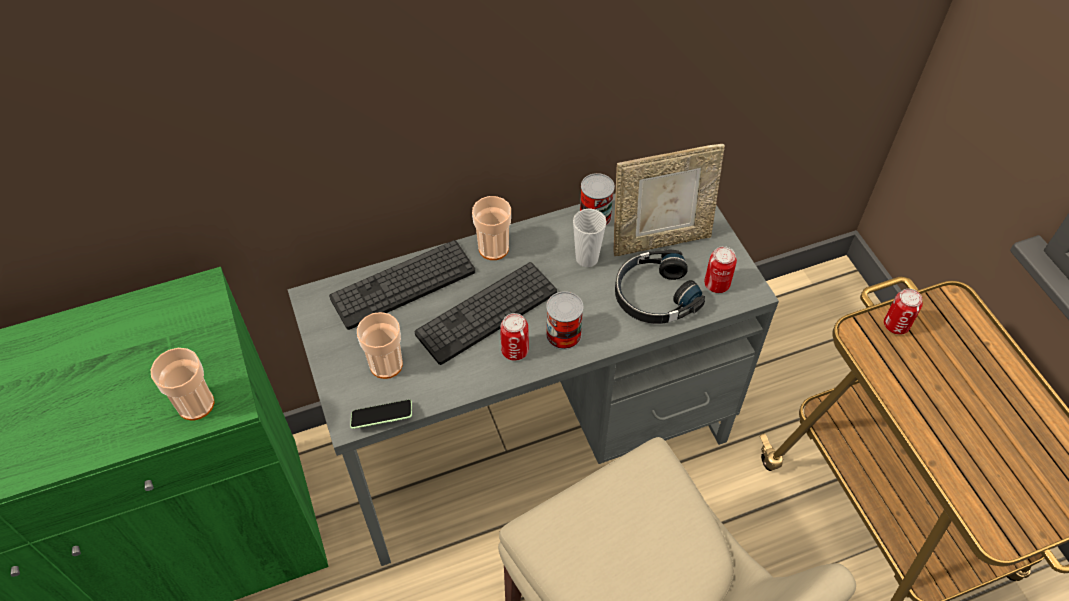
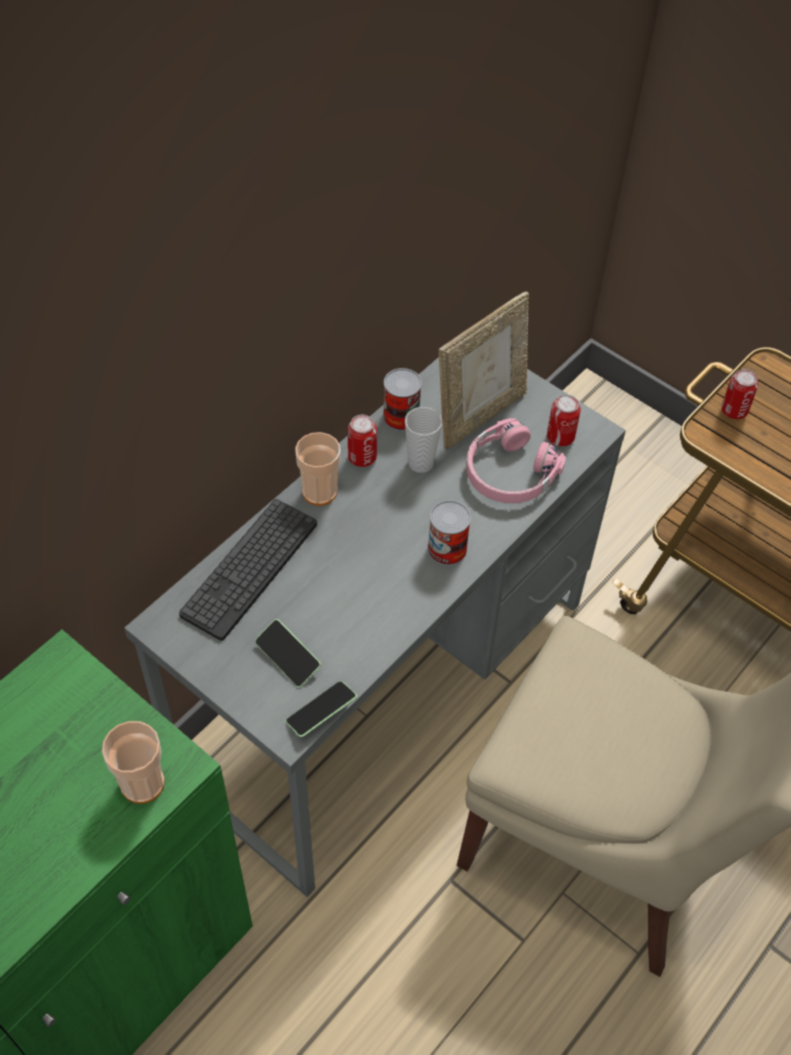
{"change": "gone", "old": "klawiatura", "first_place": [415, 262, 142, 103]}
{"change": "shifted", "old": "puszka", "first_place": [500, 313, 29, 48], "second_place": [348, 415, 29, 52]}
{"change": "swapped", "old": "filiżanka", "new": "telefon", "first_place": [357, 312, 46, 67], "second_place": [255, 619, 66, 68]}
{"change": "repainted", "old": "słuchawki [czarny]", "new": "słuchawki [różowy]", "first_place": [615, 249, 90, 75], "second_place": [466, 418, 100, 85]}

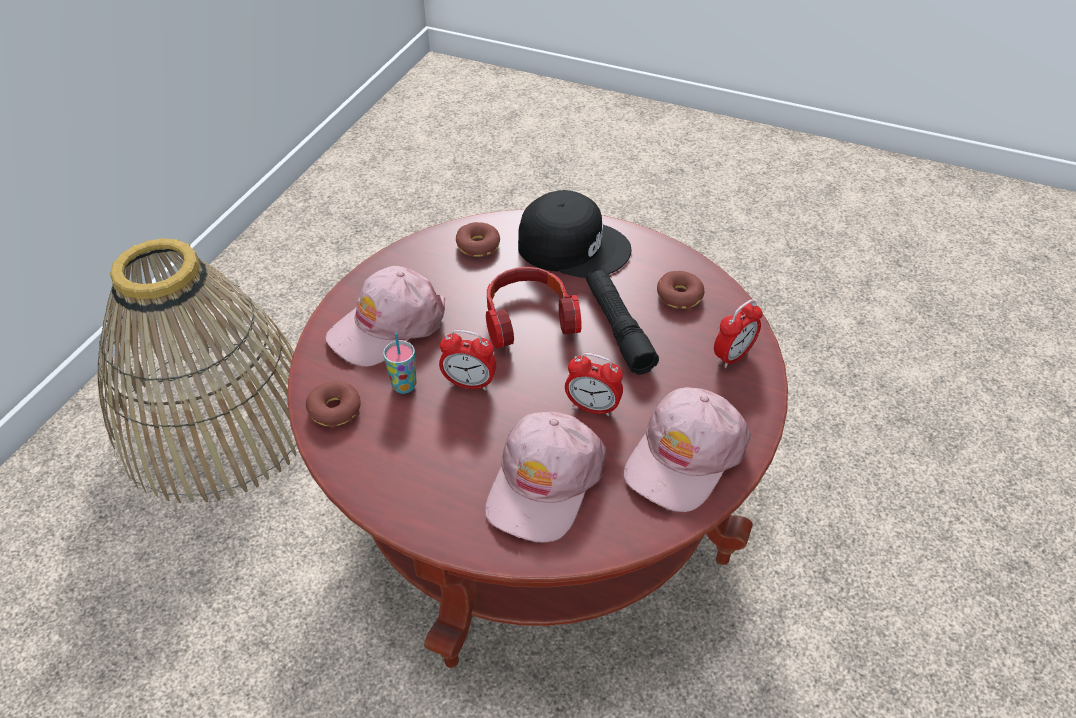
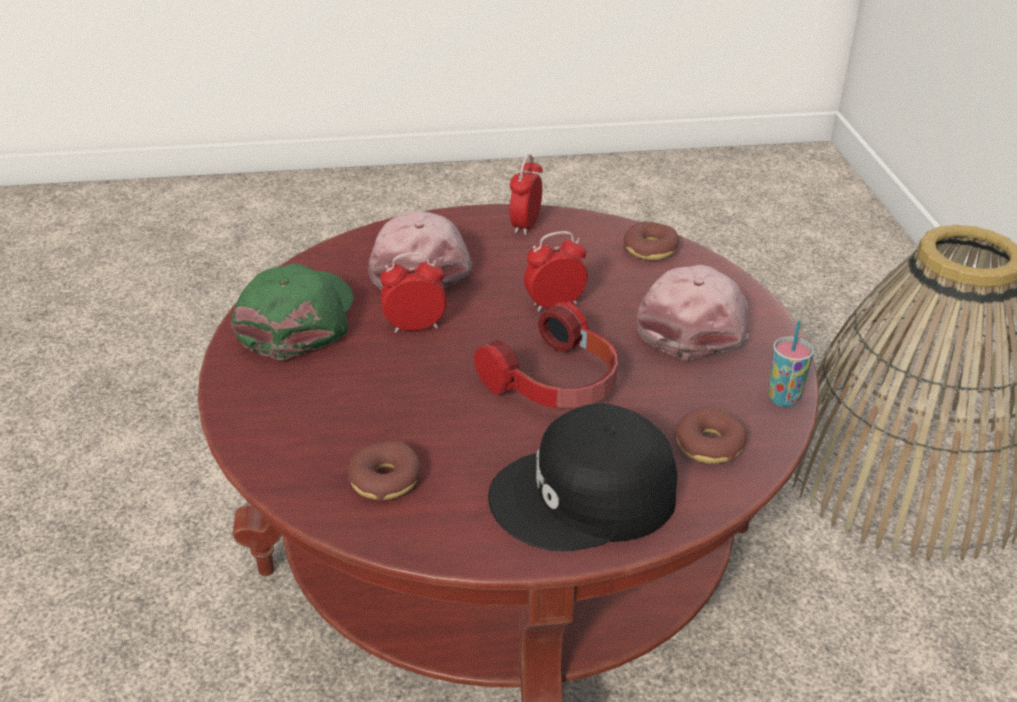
{"change": "gone", "old": "latarka [czarny]", "first_place": [586, 269, 73, 106]}
{"change": "shifted", "old": "filiżanka", "first_place": [383, 333, 34, 61], "second_place": [768, 321, 46, 86]}
{"change": "shifted", "old": "budzik", "first_place": [714, 299, 49, 69], "second_place": [510, 154, 33, 81]}
{"change": "repainted", "old": "czapka z daszkiem [różowy]", "new": "czapka z daszkiem [zielony]", "first_place": [624, 387, 127, 125], "second_place": [231, 263, 122, 98]}

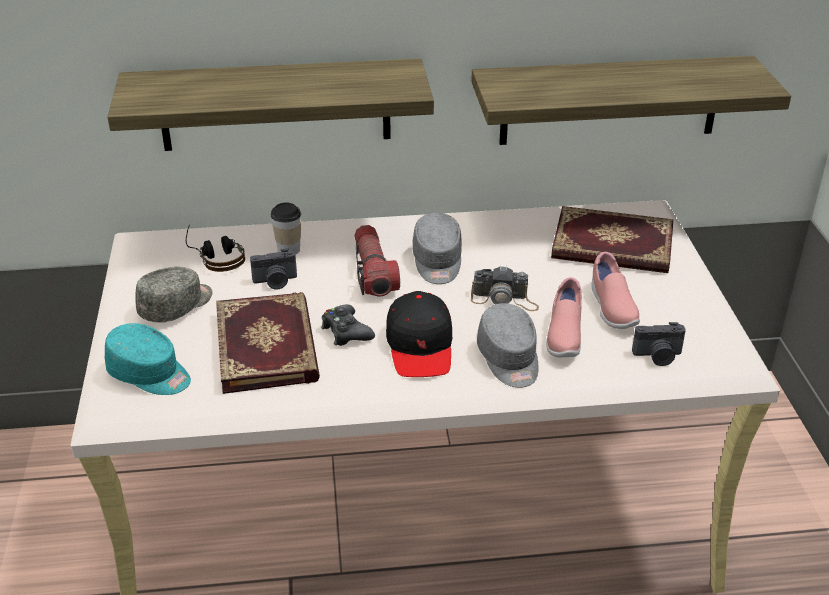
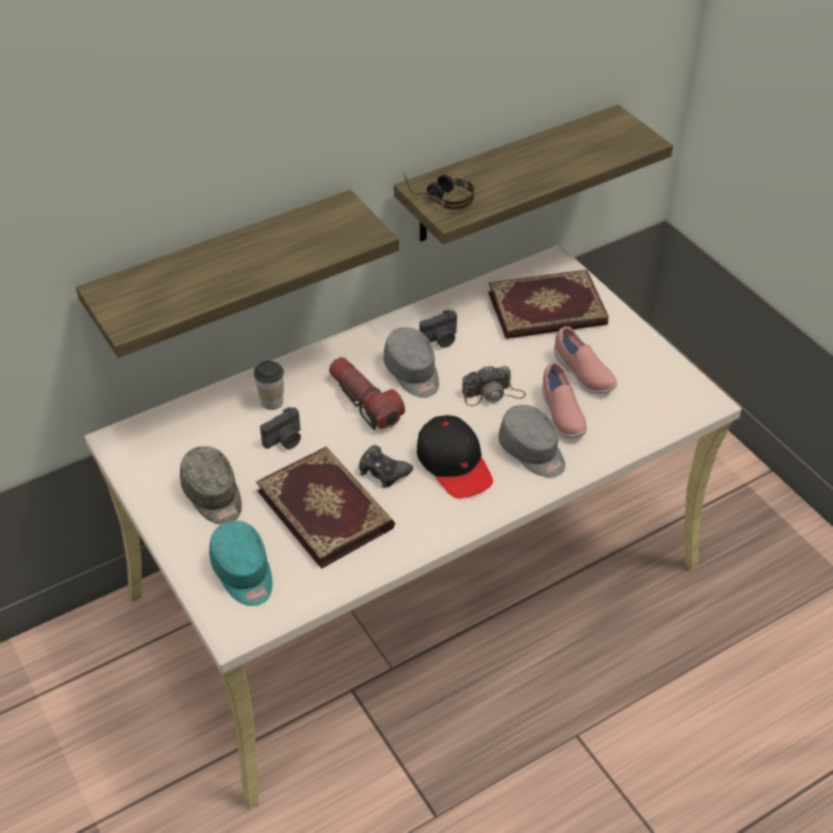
{"change": "shifted", "old": "słuchawki", "first_place": [186, 225, 59, 47], "second_place": [404, 173, 70, 37]}
{"change": "shifted", "old": "aparat fotograficzny", "first_place": [632, 322, 54, 44], "second_place": [419, 309, 38, 39]}
{"change": "rotated", "old": "czapka z daszkiem [turkusowy]", "first_place": [105, 323, 86, 72], "second_place": [209, 520, 63, 86], "degrees": 60}
{"change": "rotated", "old": "czapka z daszkiem [szary]", "first_place": [135, 267, 77, 56], "second_place": [180, 446, 62, 78], "degrees": 135}

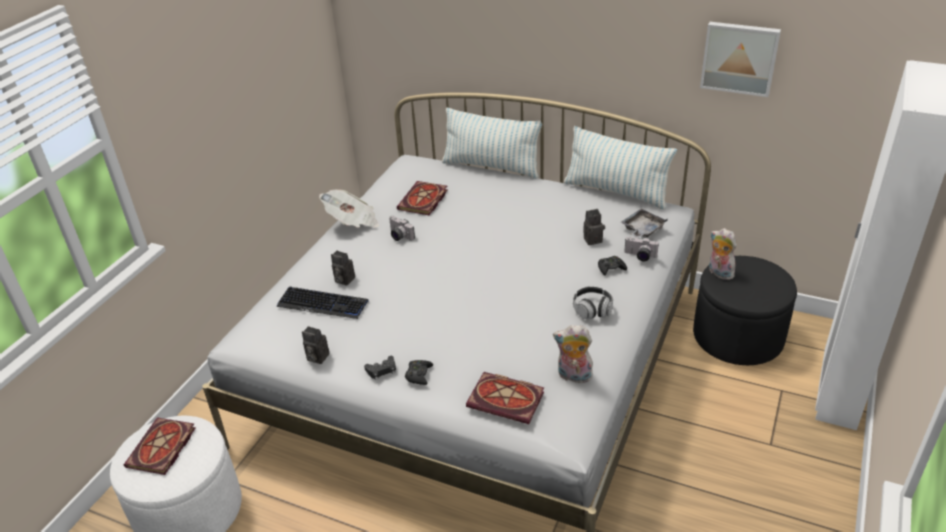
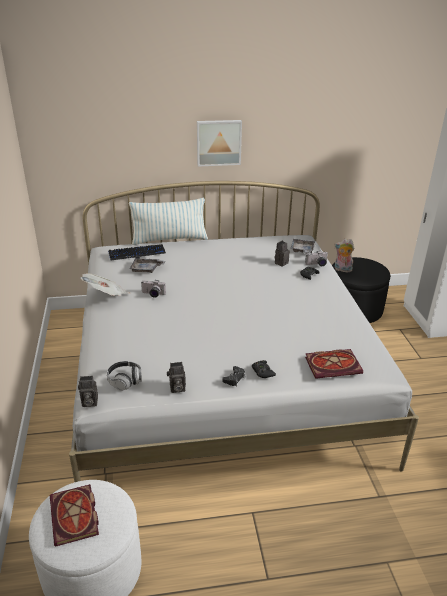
{"change": "gone", "old": "pluszak", "first_place": [553, 325, 43, 58]}
{"change": "gone", "old": "poduszka", "first_place": [564, 126, 113, 84]}
{"change": "shifted", "old": "klawiatura", "first_place": [276, 286, 93, 33], "second_place": [108, 244, 58, 17]}
{"change": "shifted", "old": "aparat fotograficzny", "first_place": [331, 251, 24, 35], "second_place": [78, 376, 20, 31]}
{"change": "shifted", "old": "słuchawki", "first_place": [573, 286, 40, 33], "second_place": [107, 361, 35, 30]}
{"change": "shifted", "old": "obraz", "first_place": [700, 22, 81, 75], "second_place": [197, 120, 45, 47]}
{"change": "swapped", "old": "książka", "new": "taca [szary]", "first_place": [397, 181, 51, 34], "second_place": [129, 256, 36, 17]}

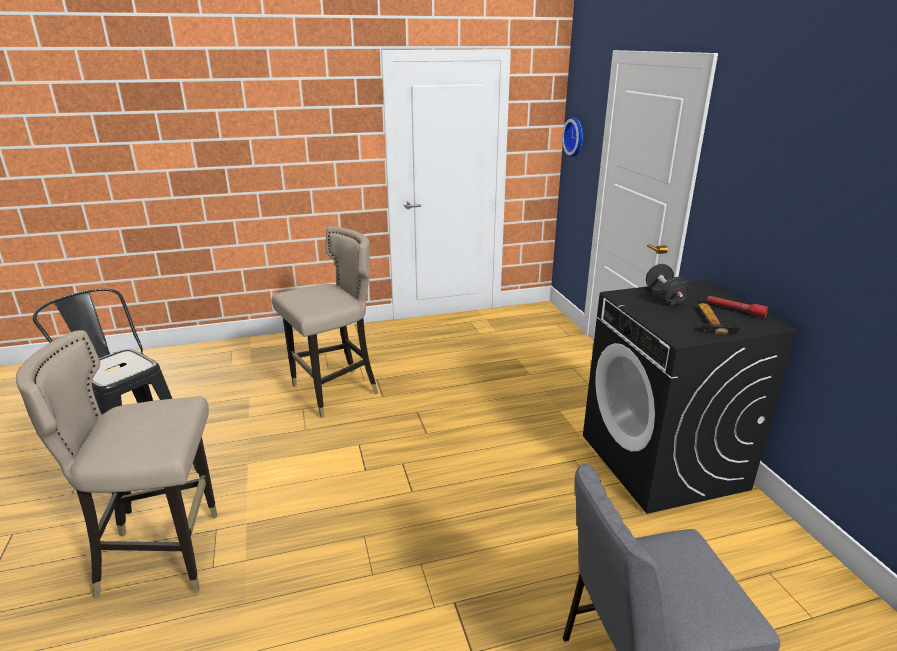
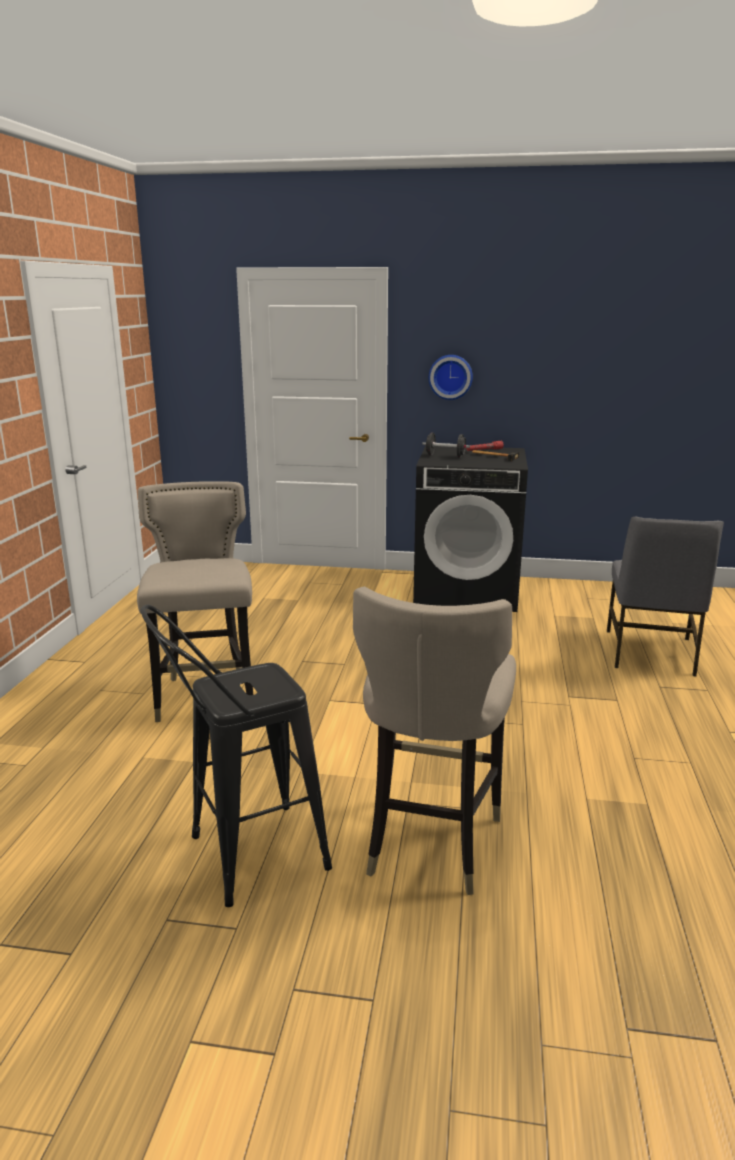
{"change": "shifted", "old": "zegar ścienny", "first_place": [562, 117, 22, 40], "second_place": [429, 355, 44, 45]}

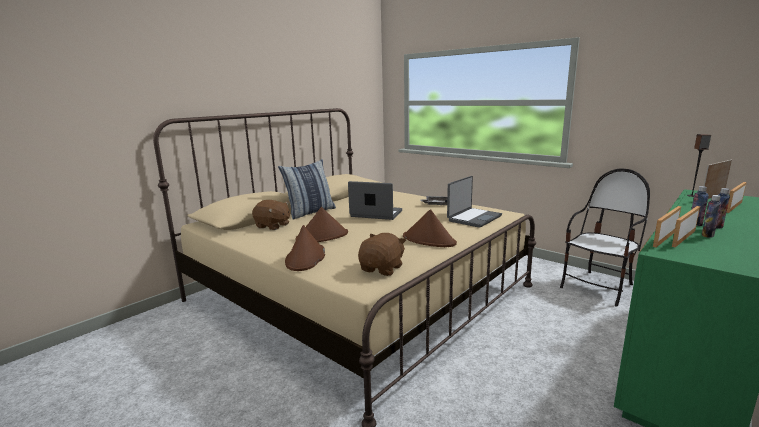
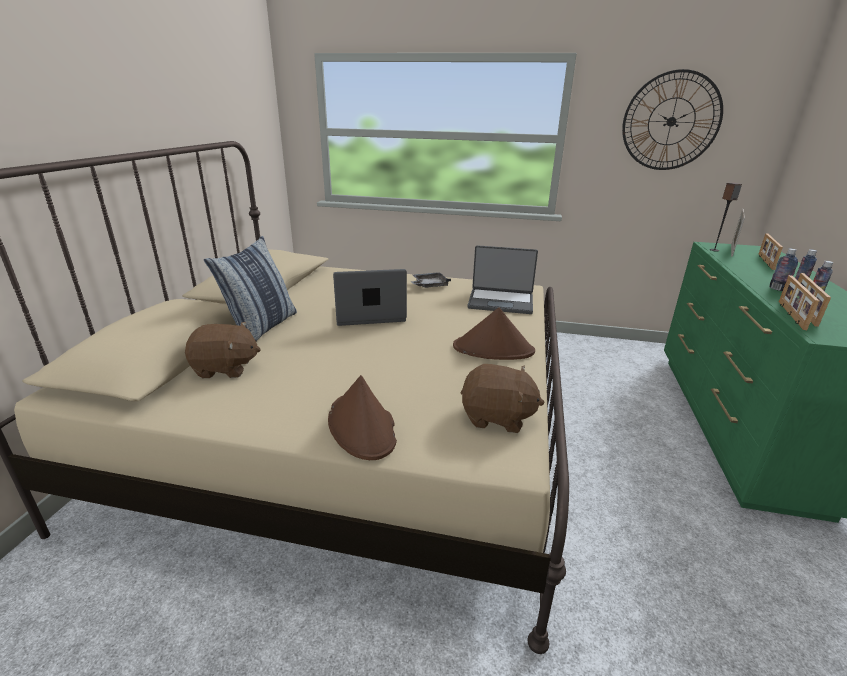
{"change": "gone", "old": "kapelusz [brązowy]", "first_place": [296, 207, 52, 35]}
{"change": "gone", "old": "krzesło", "first_place": [560, 168, 90, 139]}
{"change": "new", "new": "zegar ścienny", "second_place": [622, 69, 101, 101]}
{"change": "rotated", "old": "pluszak [brązowy]", "first_place": [358, 233, 48, 43], "second_place": [461, 364, 84, 69], "degrees": 105}
{"change": "rotated", "old": "laptop", "first_place": [447, 176, 55, 52], "second_place": [467, 245, 71, 69], "degrees": 90}

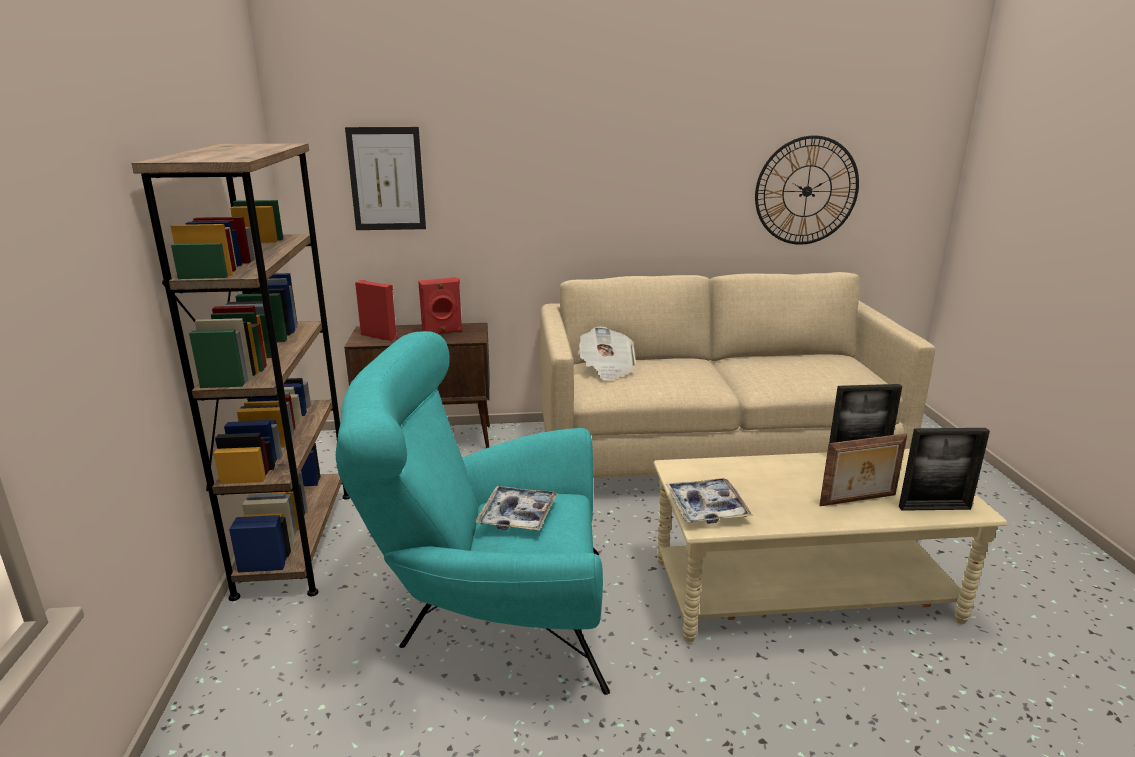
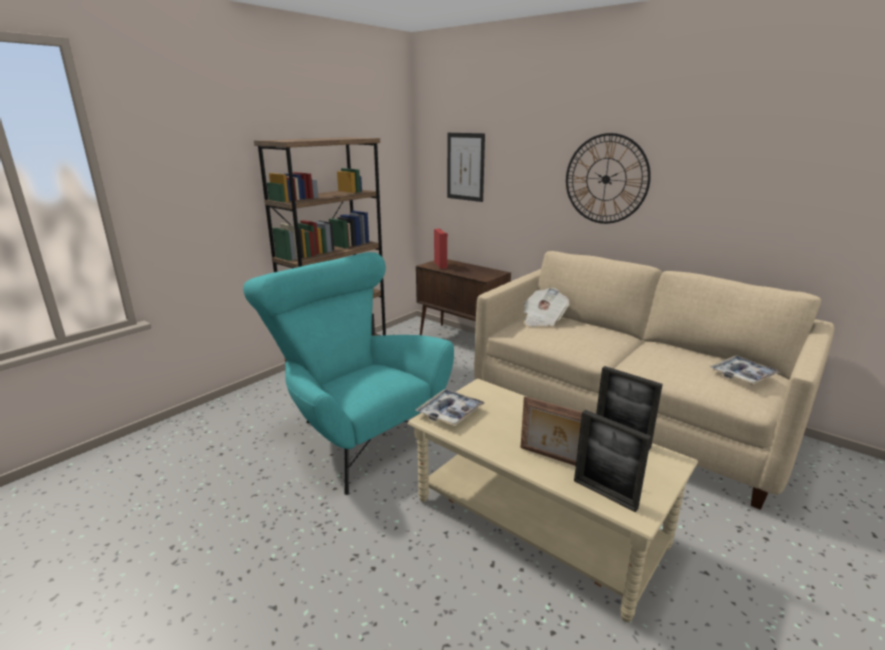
{"change": "gone", "old": "głośnik [czerwony]", "first_place": [418, 277, 45, 57]}
{"change": "shifted", "old": "taca", "first_place": [475, 486, 83, 44], "second_place": [710, 356, 71, 29]}
{"change": "shifted", "old": "zegar ścienny", "first_place": [755, 135, 104, 110], "second_place": [566, 133, 85, 91]}

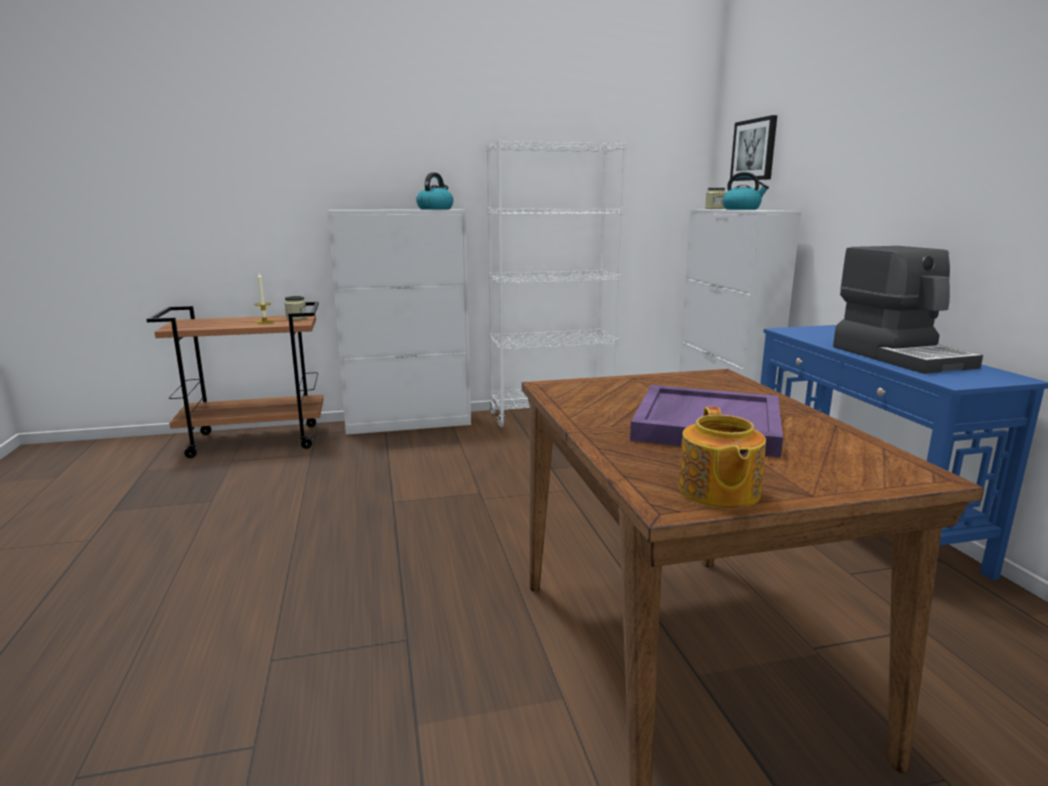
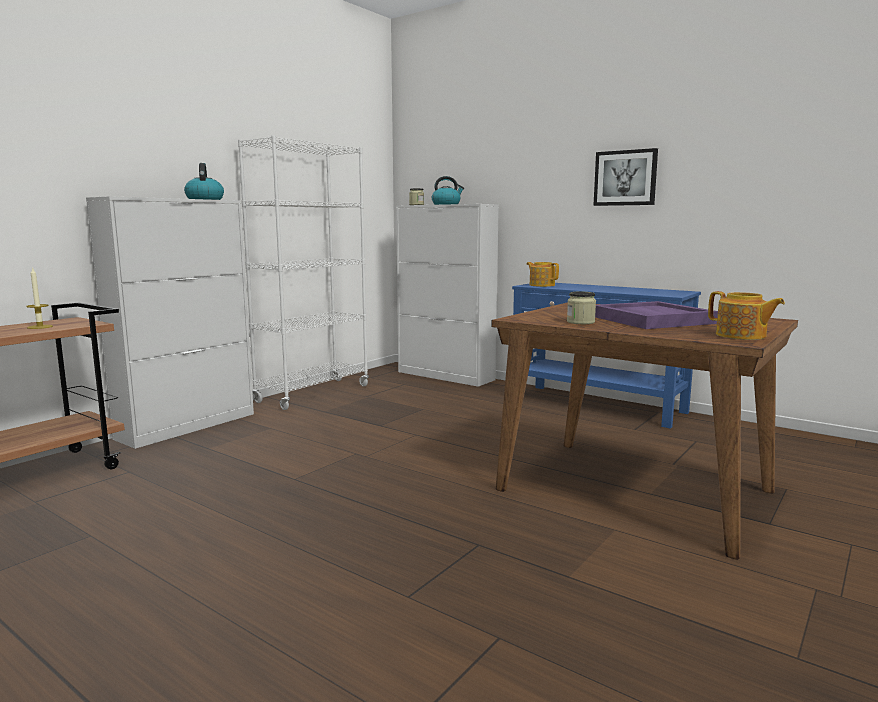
{"change": "gone", "old": "ekspres do kawy", "first_place": [833, 246, 150, 128]}
{"change": "new", "new": "imbryk", "second_place": [526, 262, 33, 25]}
{"change": "shifted", "old": "słoik", "first_place": [284, 296, 23, 24], "second_place": [567, 292, 29, 32]}
{"change": "shifted", "old": "obraz", "first_place": [730, 115, 47, 66], "second_place": [593, 148, 65, 58]}

